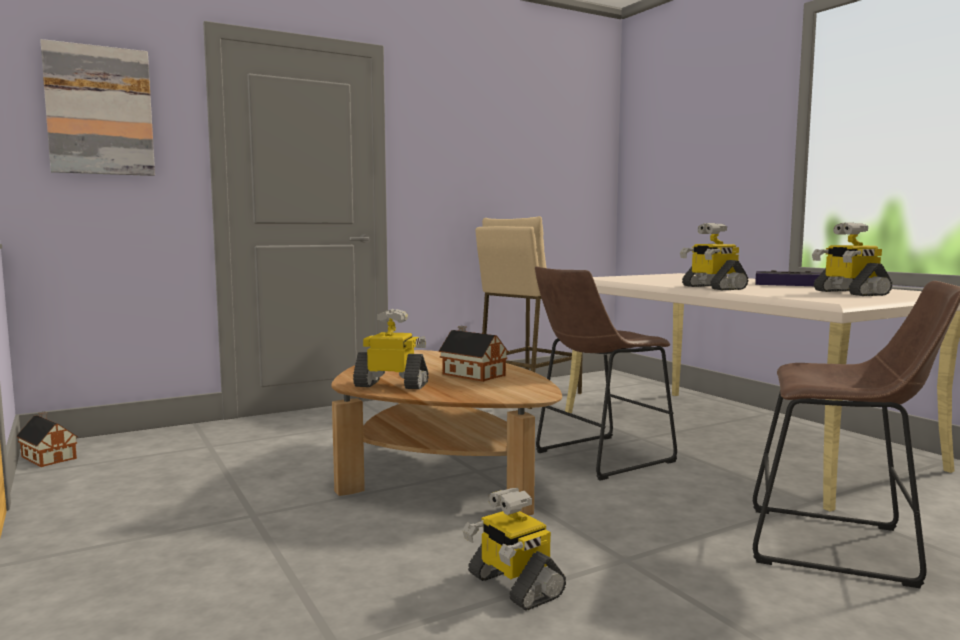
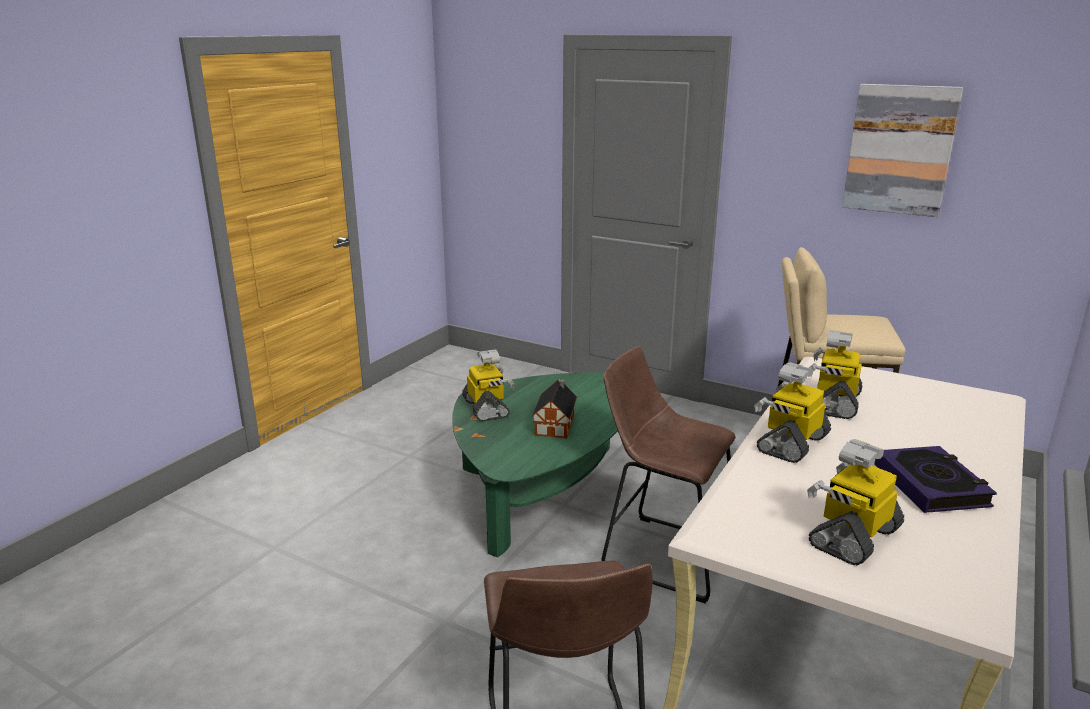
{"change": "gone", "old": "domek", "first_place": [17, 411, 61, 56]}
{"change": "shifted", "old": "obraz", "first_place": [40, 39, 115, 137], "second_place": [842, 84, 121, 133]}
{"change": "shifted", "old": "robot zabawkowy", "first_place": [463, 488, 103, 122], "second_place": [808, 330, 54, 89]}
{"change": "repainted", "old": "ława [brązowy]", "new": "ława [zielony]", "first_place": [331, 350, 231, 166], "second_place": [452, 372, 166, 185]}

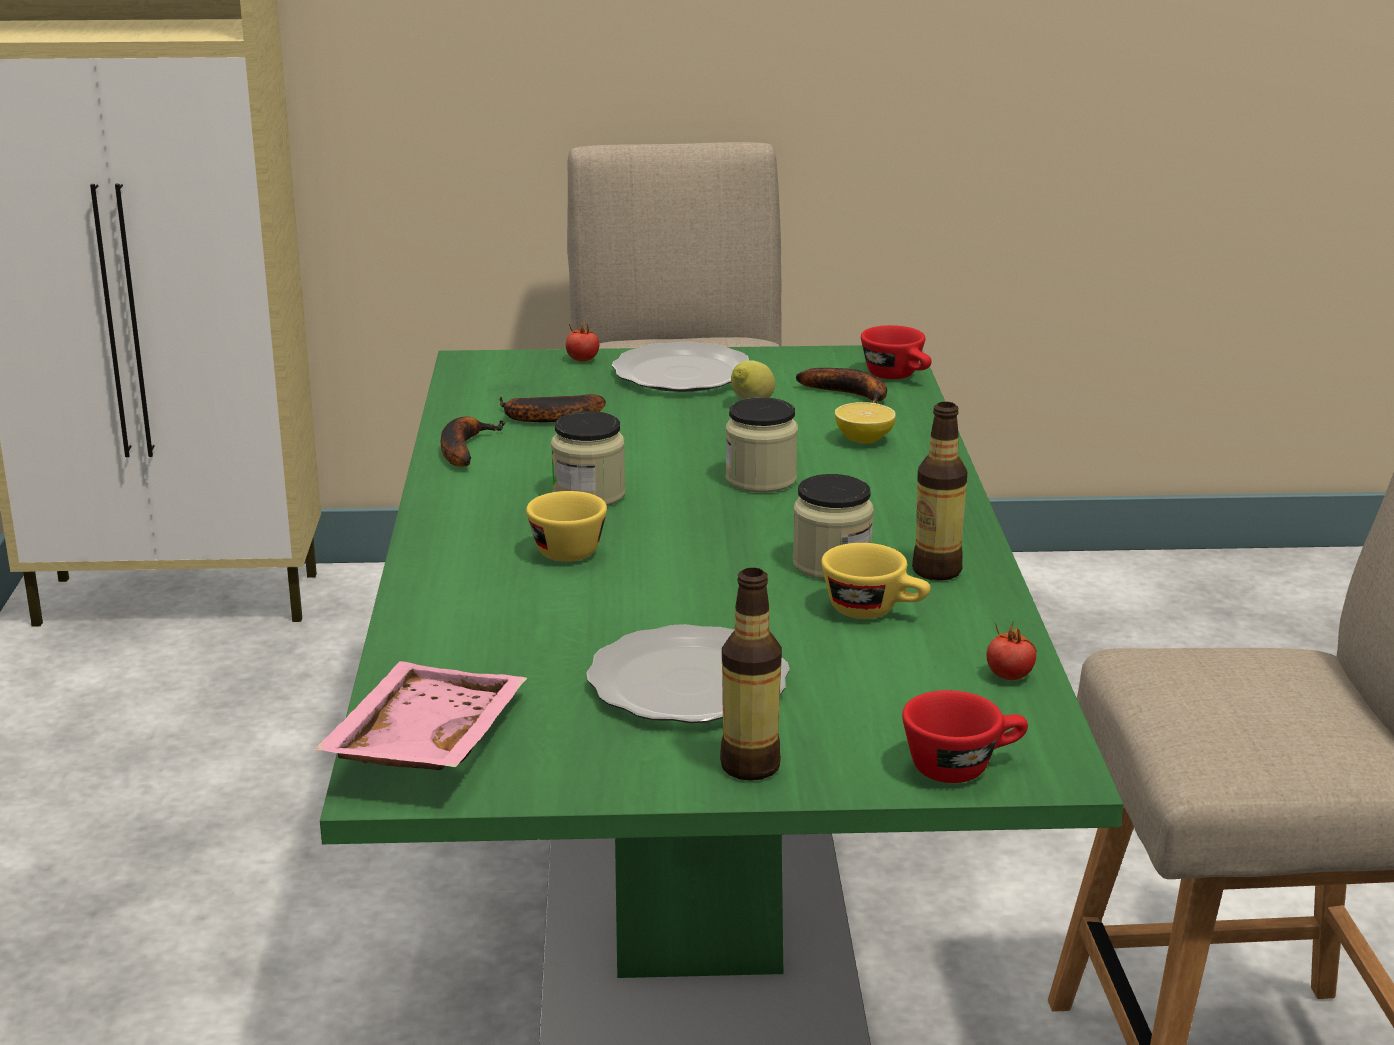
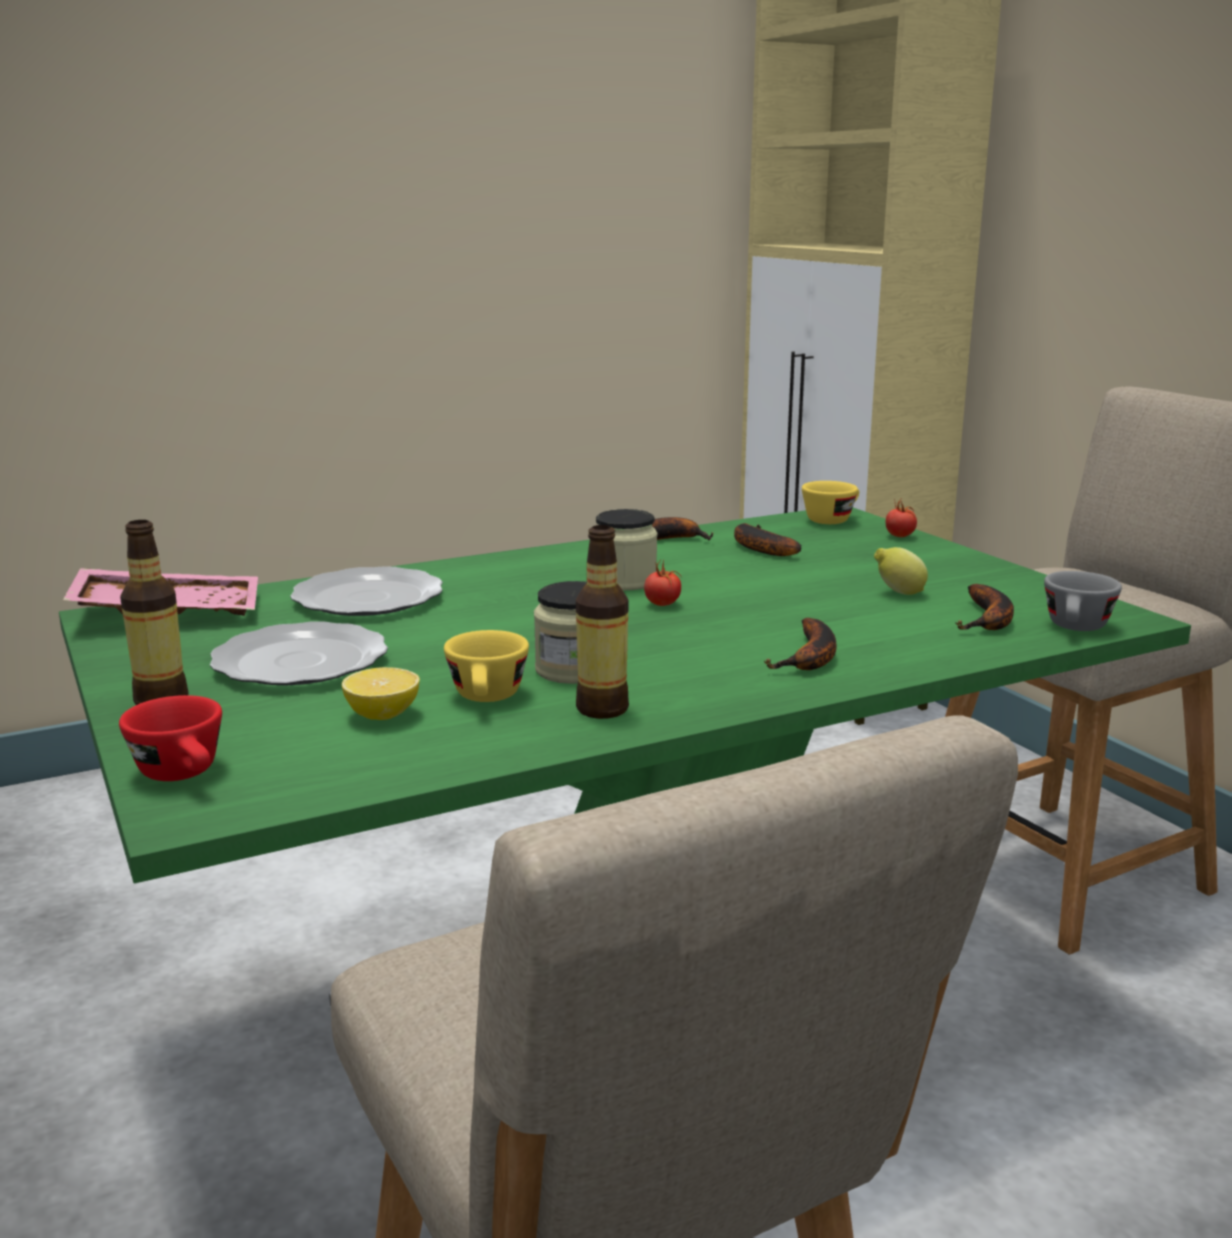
{"change": "gone", "old": "słoik", "first_place": [726, 398, 72, 94]}
{"change": "new", "new": "banan", "second_place": [764, 618, 73, 52]}
{"change": "shifted", "old": "filiżanka [żółty]", "first_place": [526, 491, 81, 71], "second_place": [802, 481, 57, 43]}
{"change": "shifted", "old": "talerz", "first_place": [612, 341, 137, 51], "second_place": [290, 566, 153, 50]}
{"change": "shifted", "old": "cytryna", "first_place": [835, 402, 61, 42], "second_place": [342, 667, 78, 53]}
{"change": "shifted", "old": "pomidor", "first_place": [986, 621, 51, 59], "second_place": [644, 559, 37, 47]}
{"change": "repainted", "old": "filiżanka [czerwony]", "new": "filiżanka [szary]", "first_place": [861, 325, 71, 54], "second_place": [1044, 571, 78, 60]}

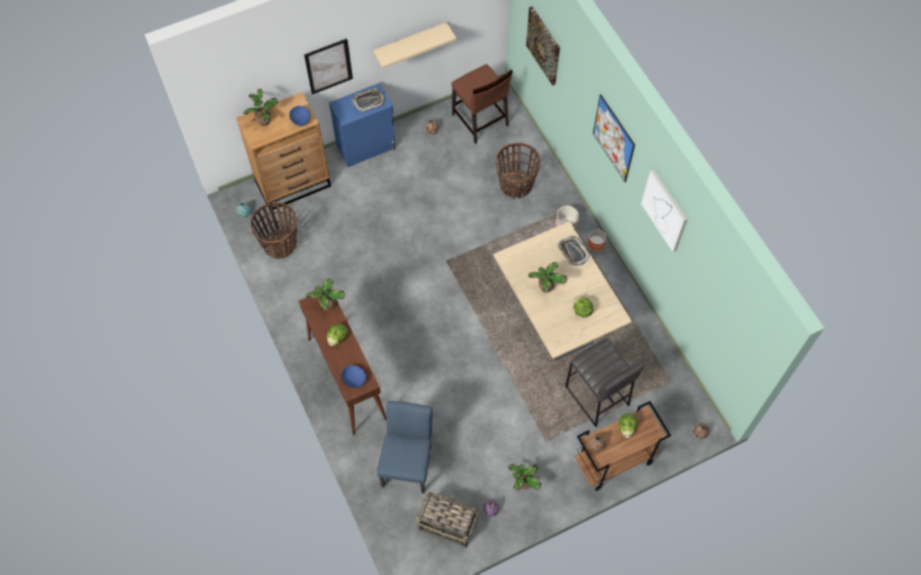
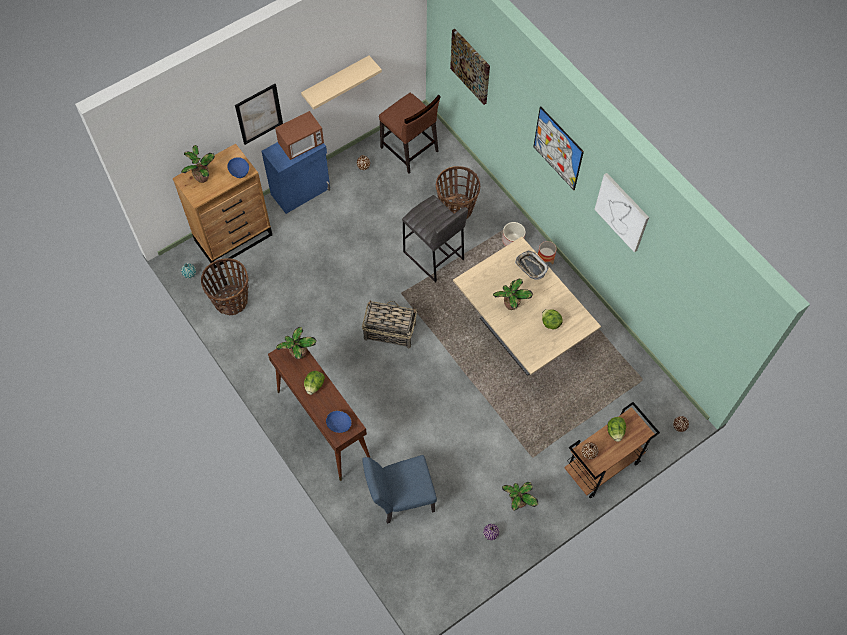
{"change": "shifted", "old": "koszyk", "first_place": [416, 492, 63, 56], "second_place": [362, 300, 55, 48]}
{"change": "shifted", "old": "stołek [szary]", "first_place": [565, 338, 79, 89], "second_place": [402, 195, 66, 87]}
{"change": "swapped", "old": "taca", "new": "mikrofalówka", "first_place": [352, 88, 33, 24], "second_place": [275, 111, 49, 49]}
{"change": "rotated", "old": "krzesło [niebieski]", "first_place": [377, 401, 56, 92], "second_place": [362, 455, 75, 69], "degrees": -105}

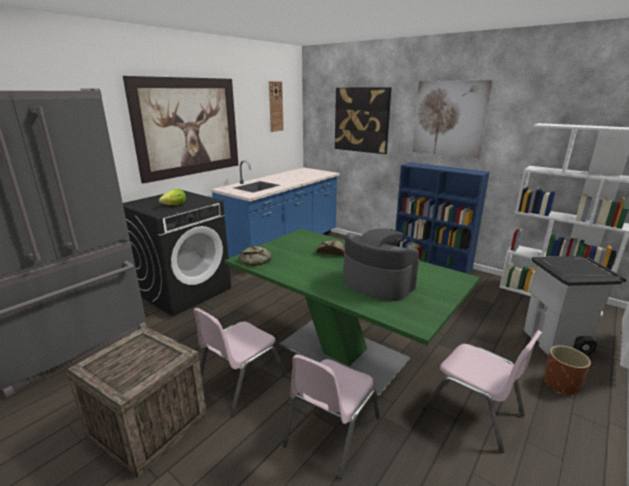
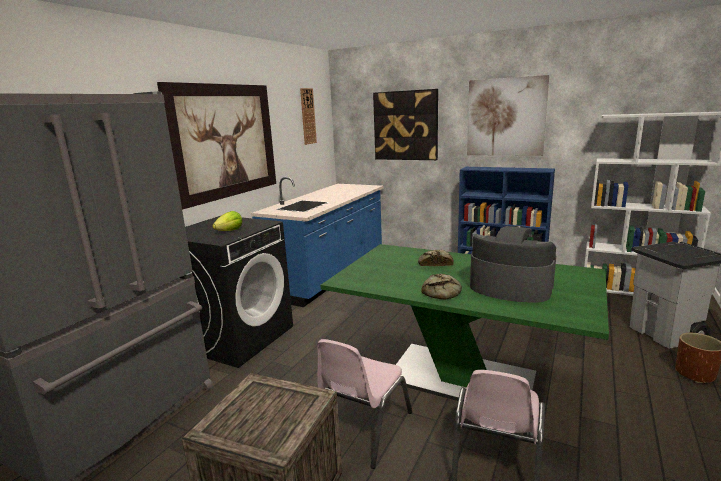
{"change": "gone", "old": "krzesło [różowy]", "first_place": [423, 330, 119, 123]}
{"change": "shifted", "old": "chleb", "first_place": [239, 246, 33, 20], "second_place": [421, 274, 41, 26]}

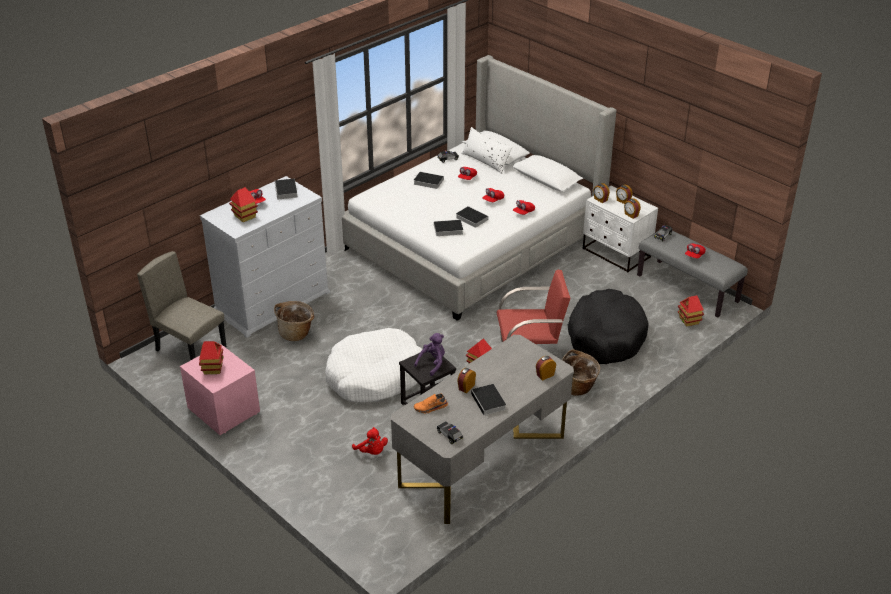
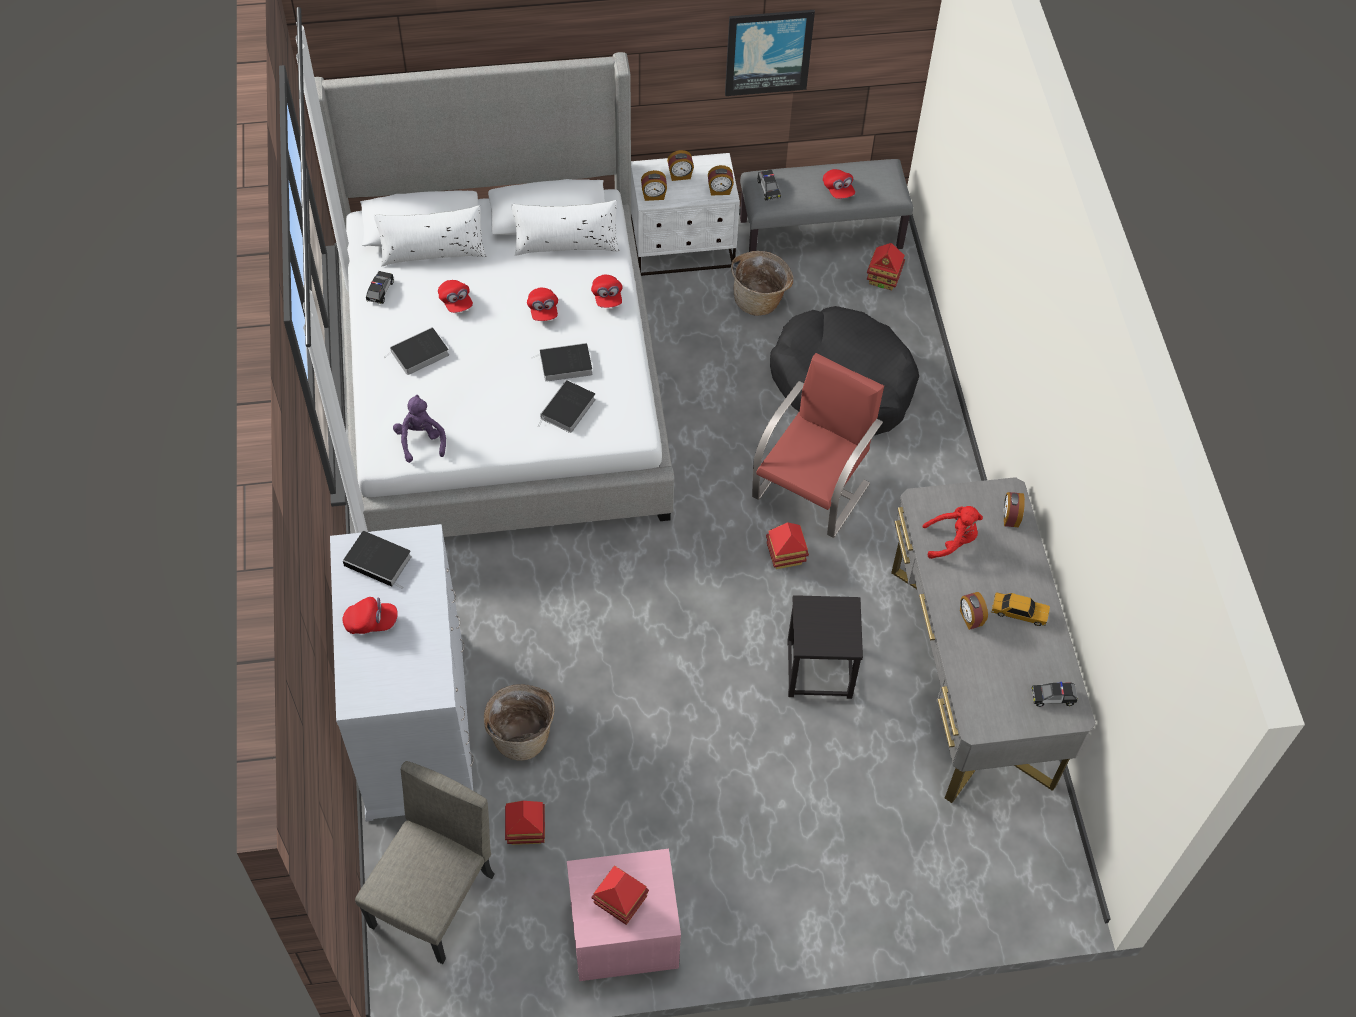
{"change": "gone", "old": "legowisko [biały]", "first_place": [325, 328, 97, 74]}
{"change": "gone", "old": "but [pomarańczowy]", "first_place": [414, 394, 34, 20]}
{"change": "new", "new": "poduszka [biały]", "second_place": [511, 200, 108, 56]}
{"change": "new", "new": "obraz", "second_place": [725, 10, 90, 86]}
{"change": "shifted", "old": "domek", "first_place": [229, 187, 29, 35], "second_place": [505, 801, 40, 44]}
{"change": "shifted", "old": "pluszak [czerwony]", "first_place": [352, 427, 36, 28], "second_place": [922, 506, 61, 53]}
{"change": "shifted", "old": "pluszak [fioletowy]", "first_place": [414, 333, 31, 43], "second_place": [393, 395, 53, 68]}
{"change": "shifted", "old": "koszyk", "first_place": [562, 350, 38, 46], "second_place": [731, 251, 62, 65]}
{"change": "swapped", "old": "książka", "new": "samochodzik", "first_place": [471, 384, 35, 35], "second_place": [991, 592, 59, 34]}
{"change": "rotated", "old": "krzesło [beżowy]", "first_place": [137, 251, 90, 109], "second_place": [355, 761, 140, 203], "degrees": 135}

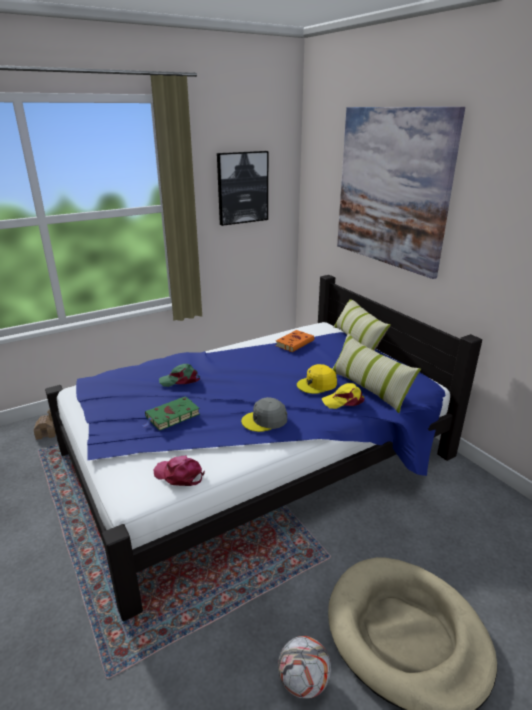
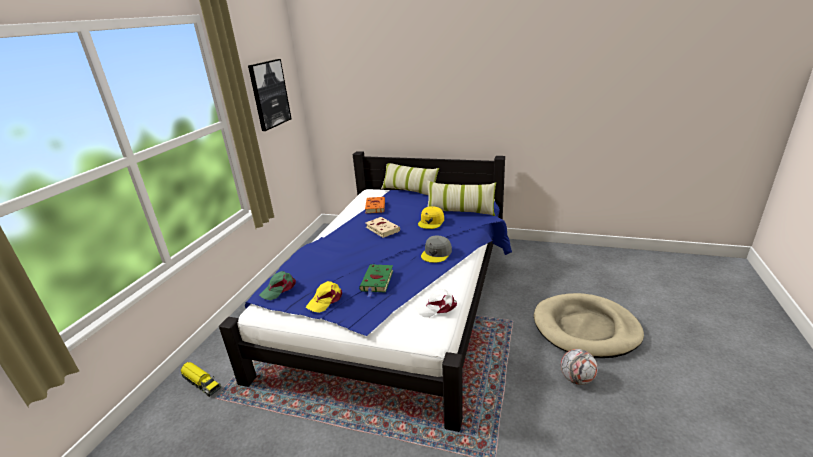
{"change": "gone", "old": "obraz", "first_place": [337, 107, 128, 172]}
{"change": "new", "new": "książka [beżowy]", "second_place": [366, 217, 34, 21]}
{"change": "shifted", "old": "czapka z daszkiem [zielony]", "first_place": [159, 364, 41, 23], "second_place": [259, 271, 37, 29]}
{"change": "shifted", "old": "czapka z daszkiem [żółty]", "first_place": [322, 383, 43, 26], "second_place": [306, 281, 36, 32]}
{"change": "swapped", "old": "domek", "new": "ciężarówka zabawkowa", "first_place": [34, 409, 22, 31], "second_place": [181, 362, 40, 35]}
{"change": "repainted", "old": "czapka z daszkiem [różowy]", "new": "czapka z daszkiem [biały]", "first_place": [153, 455, 52, 31], "second_place": [416, 289, 41, 28]}

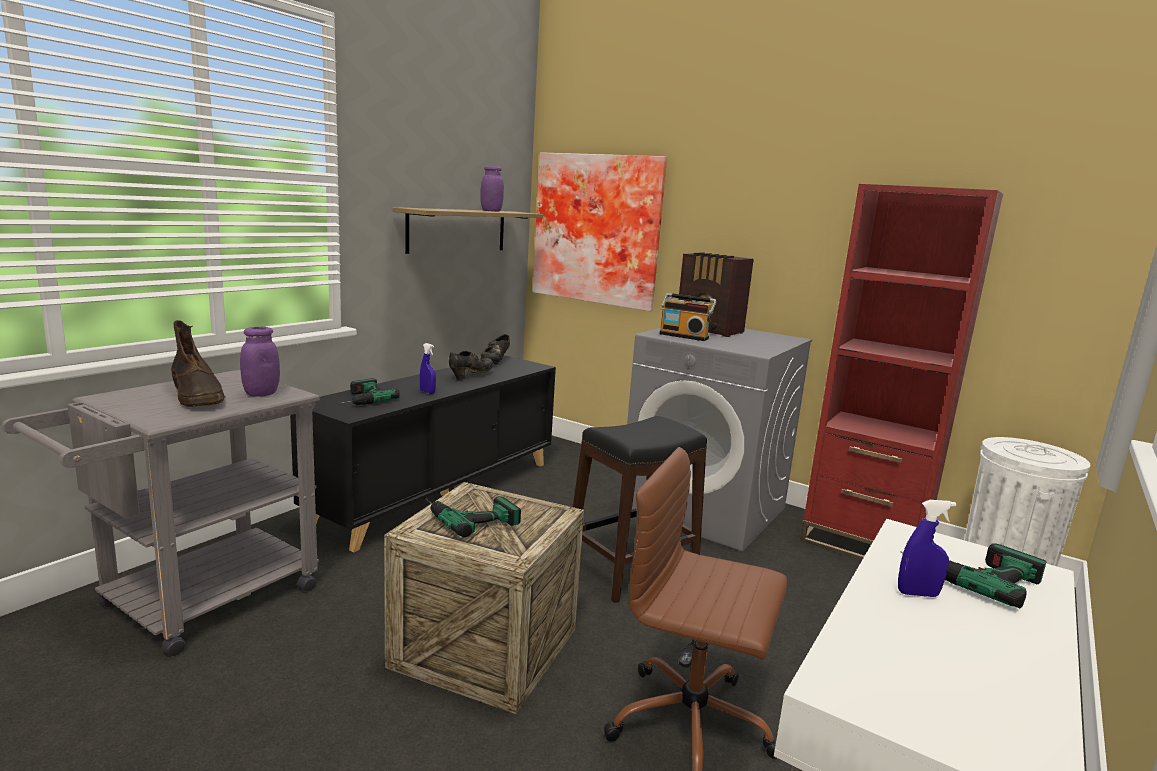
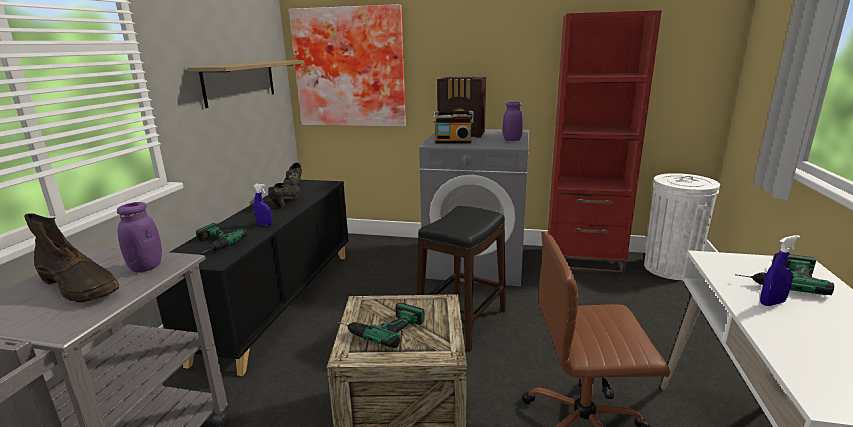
{"change": "shifted", "old": "słoik [fioletowy]", "first_place": [480, 166, 24, 46], "second_place": [503, 102, 20, 39]}

